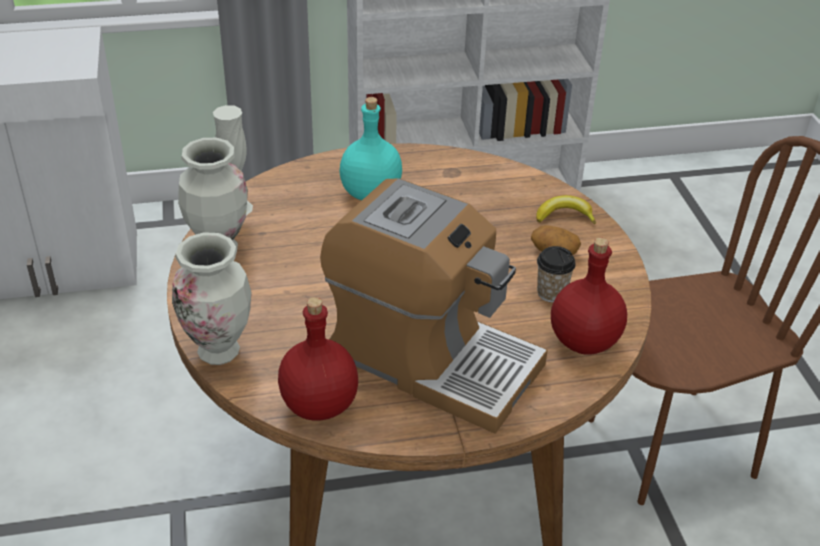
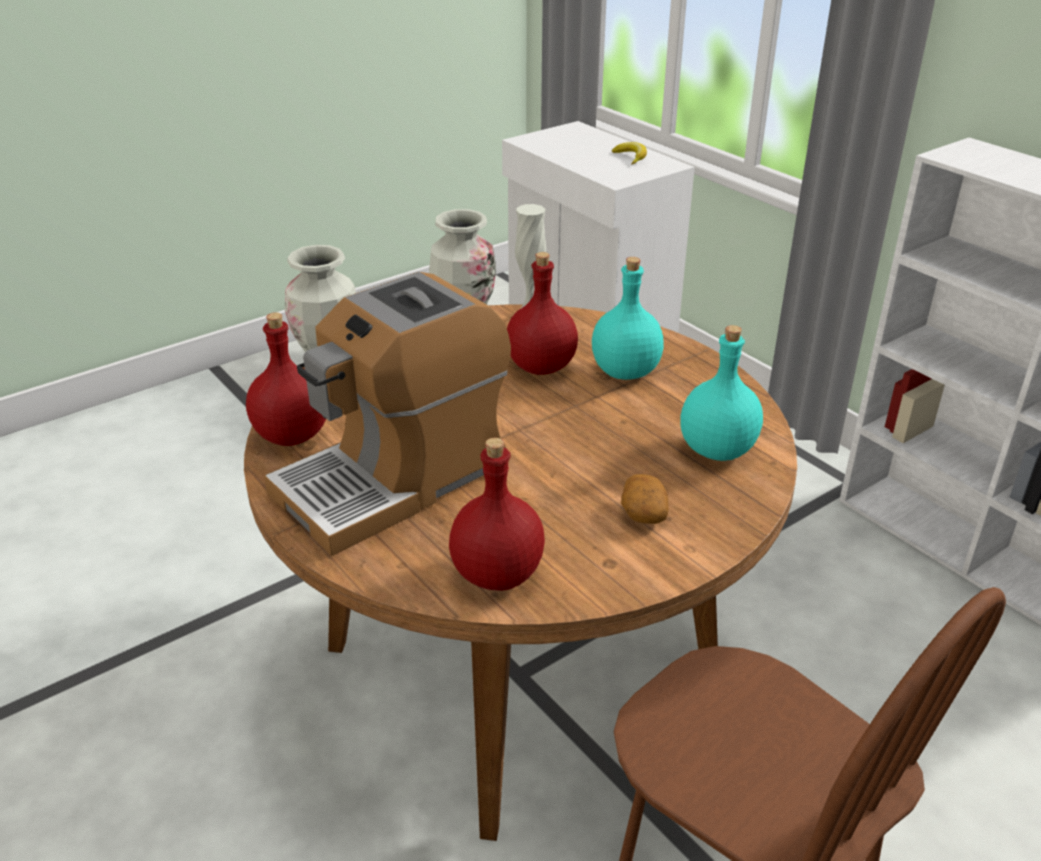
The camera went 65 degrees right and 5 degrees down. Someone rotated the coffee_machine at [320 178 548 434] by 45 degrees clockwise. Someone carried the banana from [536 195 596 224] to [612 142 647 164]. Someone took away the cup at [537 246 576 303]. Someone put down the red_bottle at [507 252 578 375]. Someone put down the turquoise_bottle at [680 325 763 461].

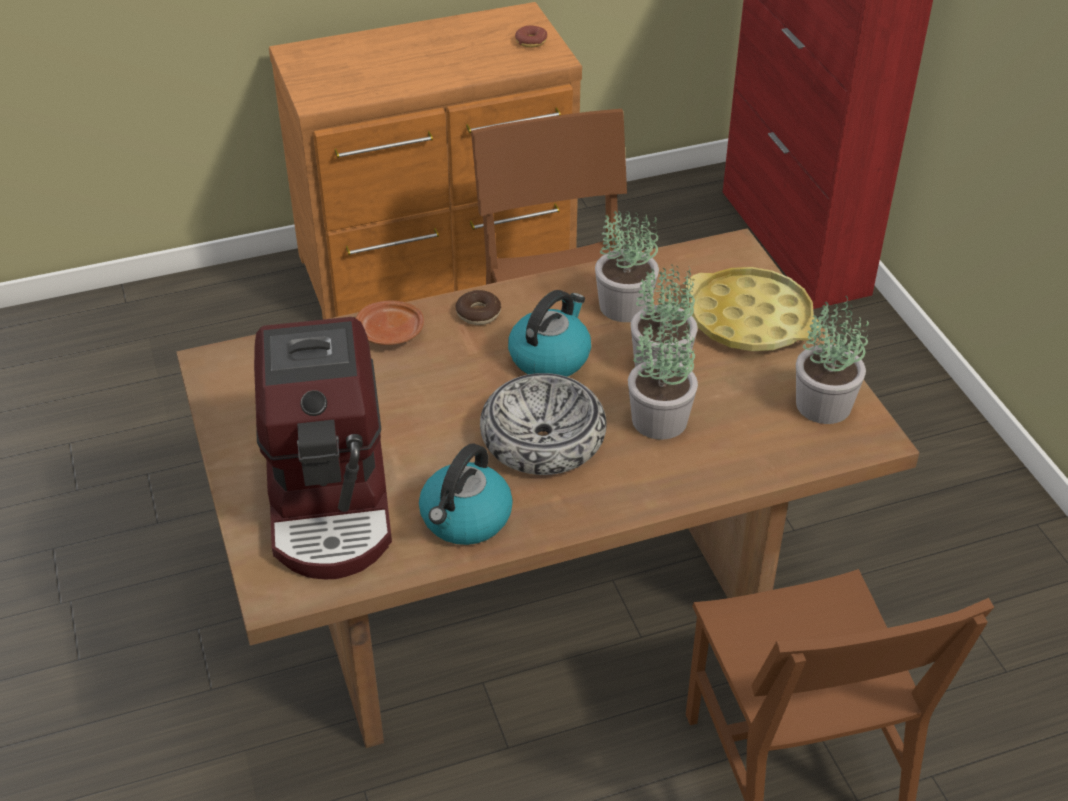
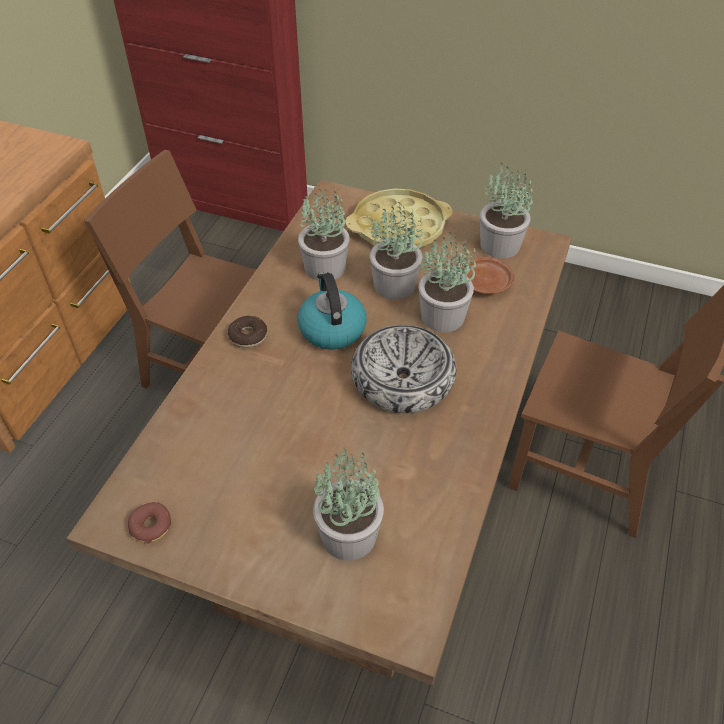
The camera went 50 degrees left and 5 degrees up. Someone swapped the coffee_machine at [254 317 392 579] for the potted_plant at [313 448 384 561]. Someone carried the brown_plate from [356 301 424 345] to [459 257 515 294]. Someone took away the kettle at [419 443 513 545]. Someone carried the donut from [515 26 547 48] to [128 502 171 544].

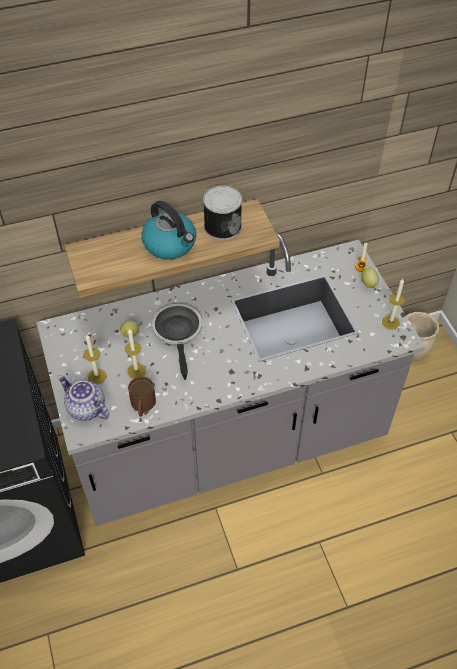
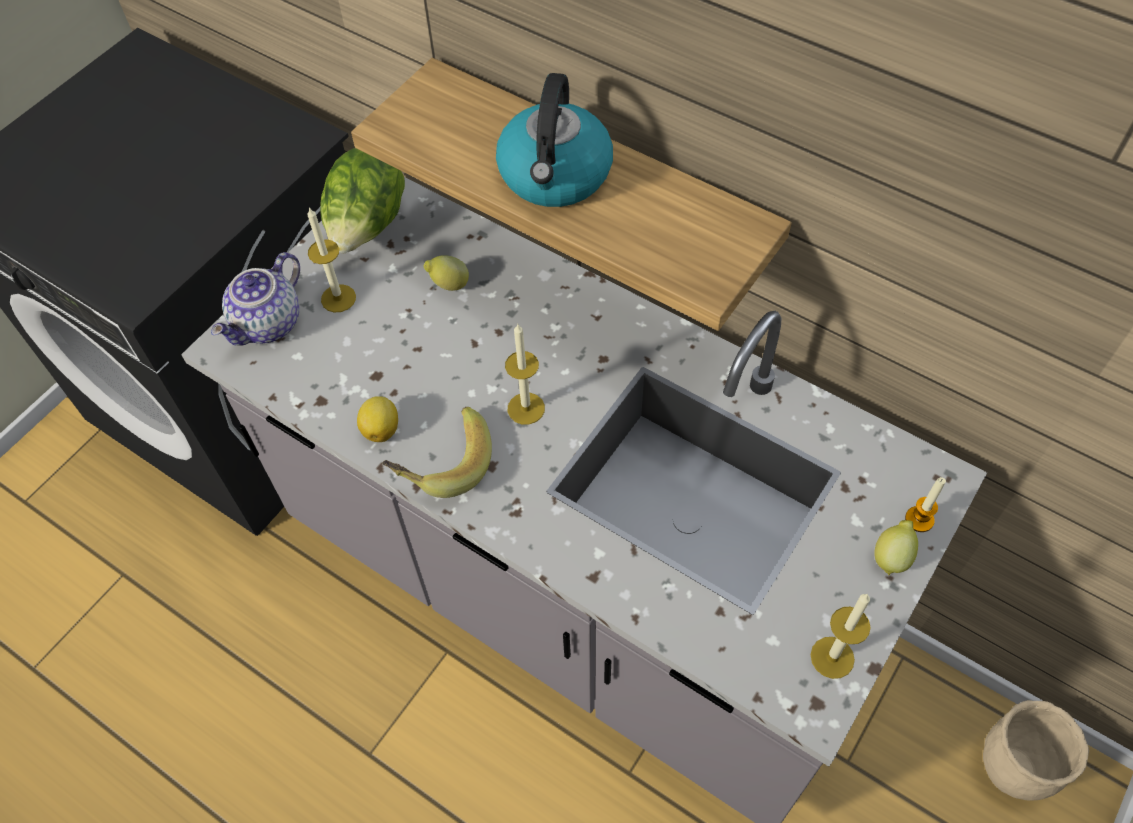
The camera went 55 degrees right and 5 degrees up. Someone rotated the teapot at [58 375 109 421] by 150 degrees counterclockwise. Someone carried the candle from [125 328 146 379] to [505 323 545 424]. Someone took away the brown_mug at [128 377 156 417]. Someone took away the frying_pan at [152 304 202 380]. Someone took away the can at [203 186 242 240]. Someone put down the lettuce at [320 148 405 253]. Someone put down the lemon at [357 396 398 442]. Someone put down the banana at [382 407 492 498].

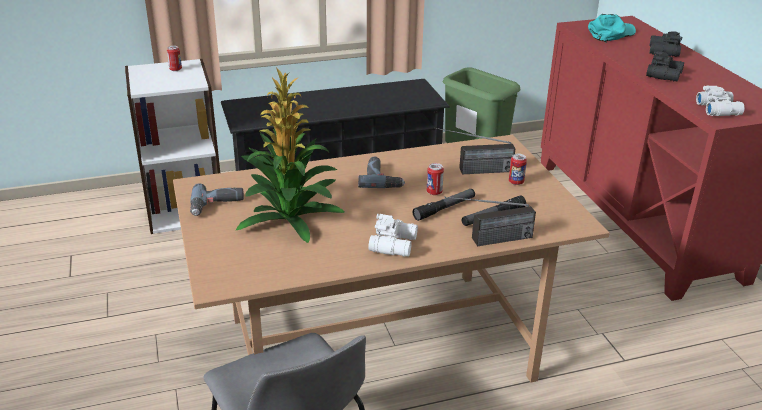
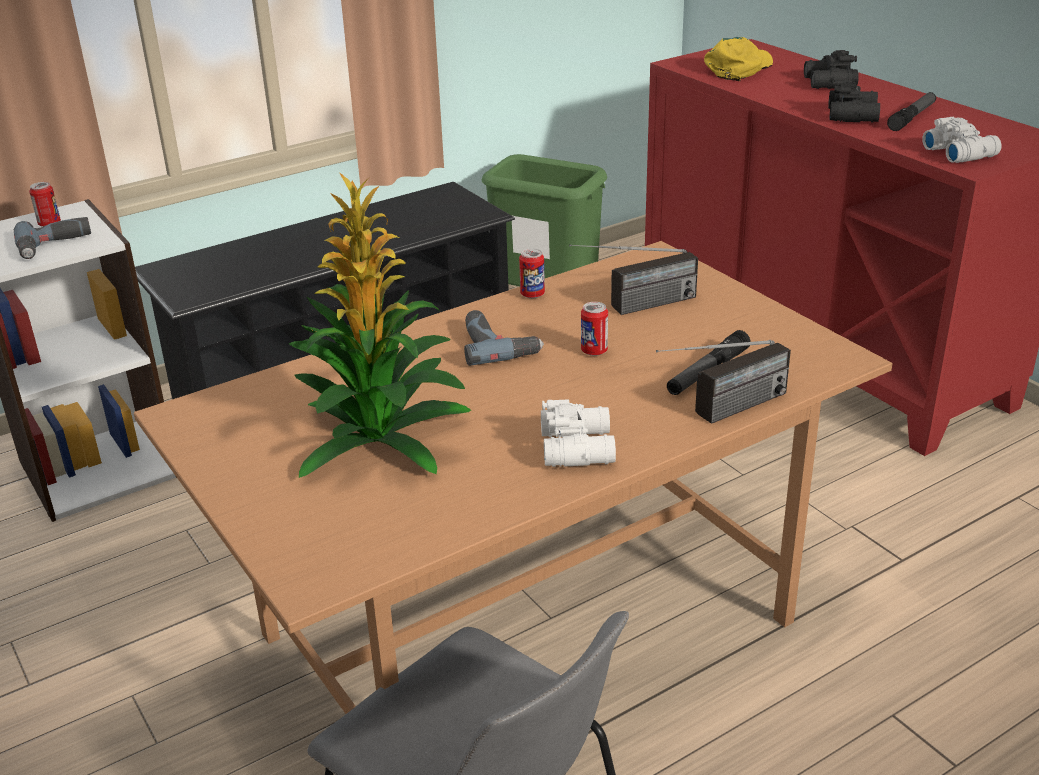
The camera went 15 degrees left and 0 degrees up. Someone carried the power_drill from [190 183 244 216] to [14 217 91 259]. Someone carried the flashlight from [413 189 475 221] to [887 92 936 131]. Someone carried the can from [509 154 527 185] to [519 249 545 299]. Someone repainted the turquoise_cap at [588 14 636 42], which became the yellow_cap at [704 37 773 81].

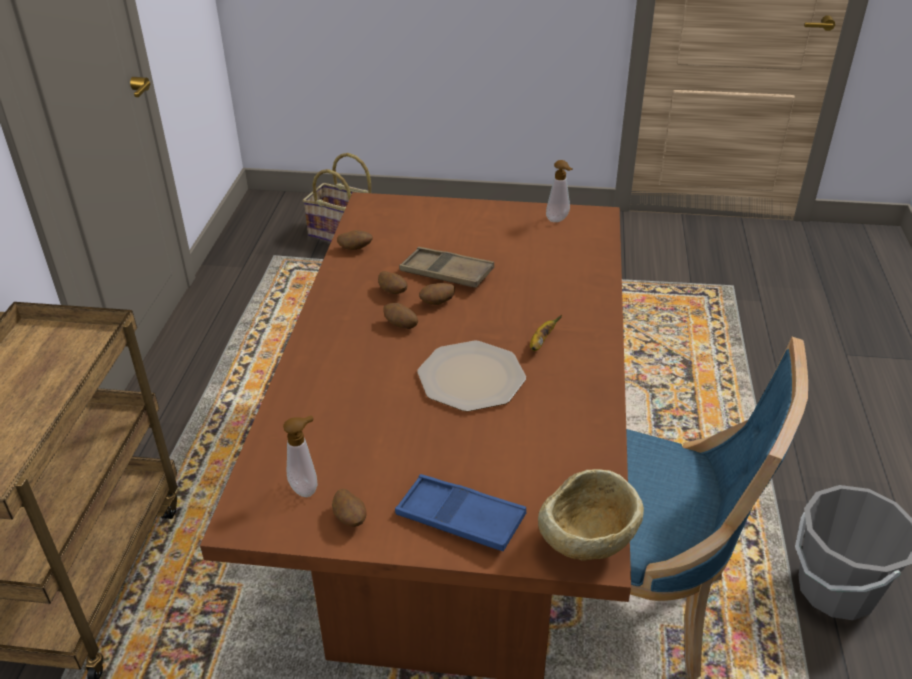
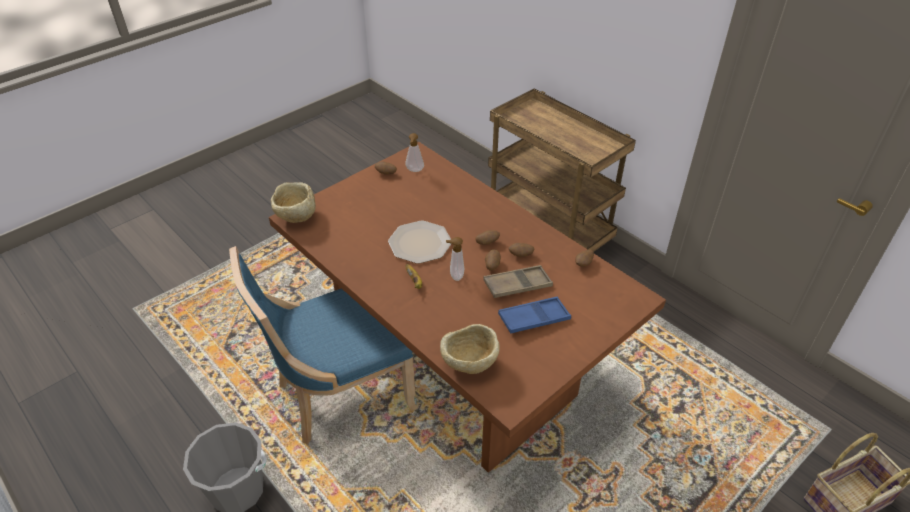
The camera went 130 degrees right and 5 degrees up. Someone carried the blue_tray from [395 474 526 551] to [498 297 571 333]. Someone carried the soap_dispenser from [546 160 573 222] to [446 237 464 281]. Someone put down the beige_bowl at [440 324 500 374].

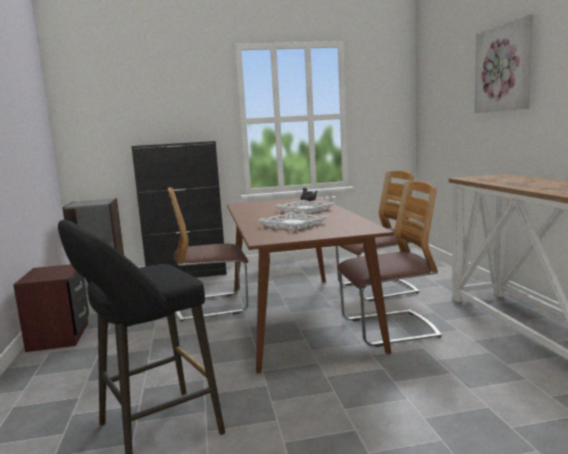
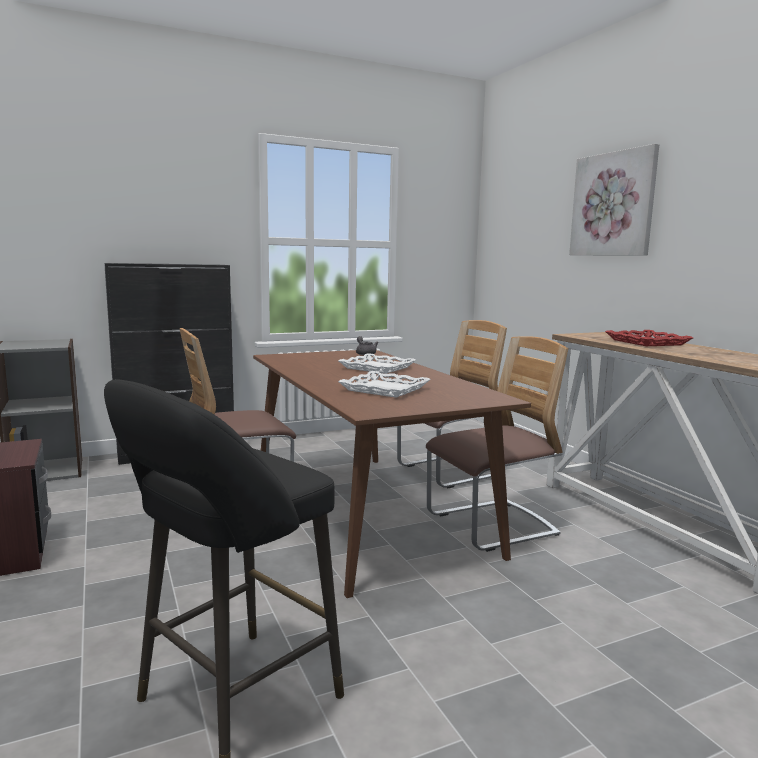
The camera went 15 degrees left and 0 degrees up. Someone put down the red_tray at [605 330 693 346].

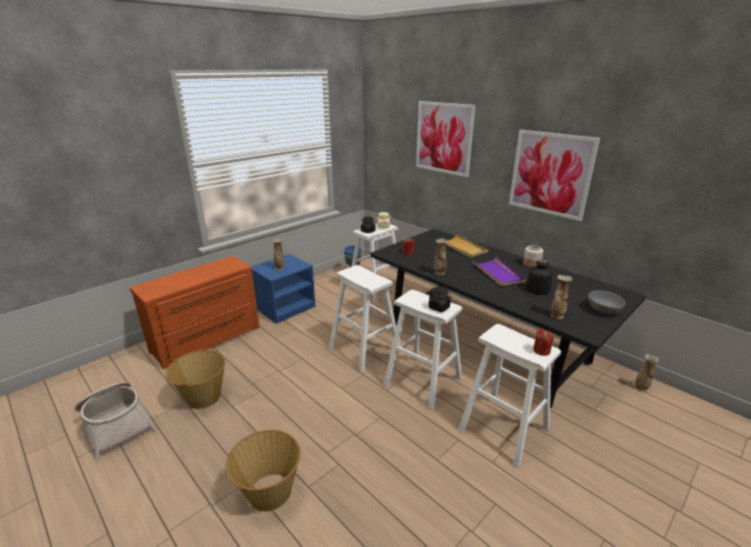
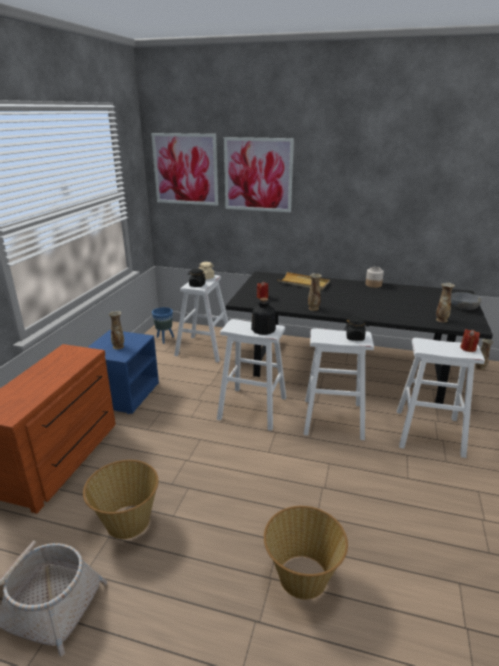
The camera went 30 degrees left and 0 degrees up. Someone took away the purple_tray at [472 257 526 286]. Someone carried the picture from [509 130 600 221] to [151 133 218 206]. Someone carried the bottle from [526 259 553 295] to [251 298 276 335].

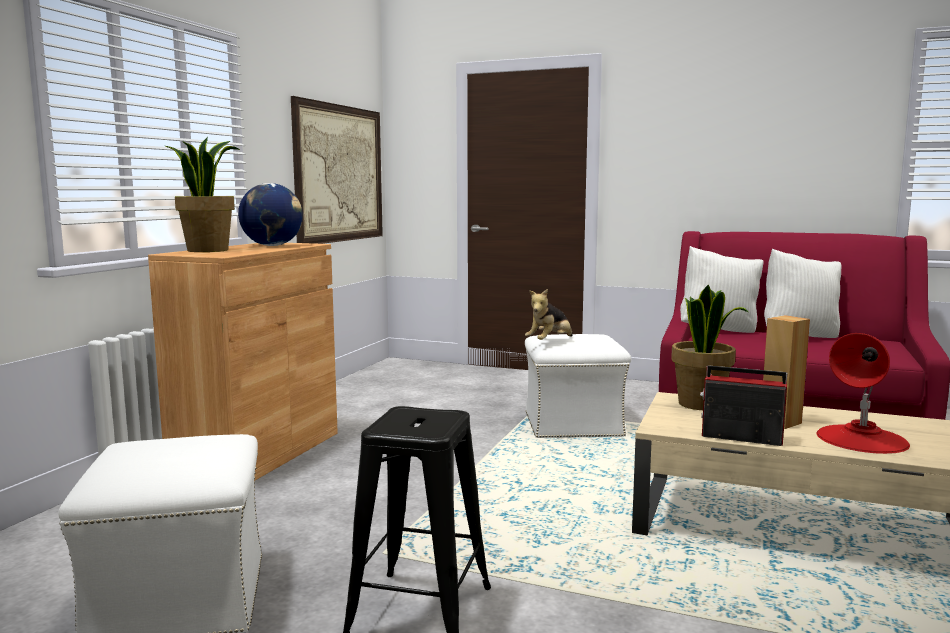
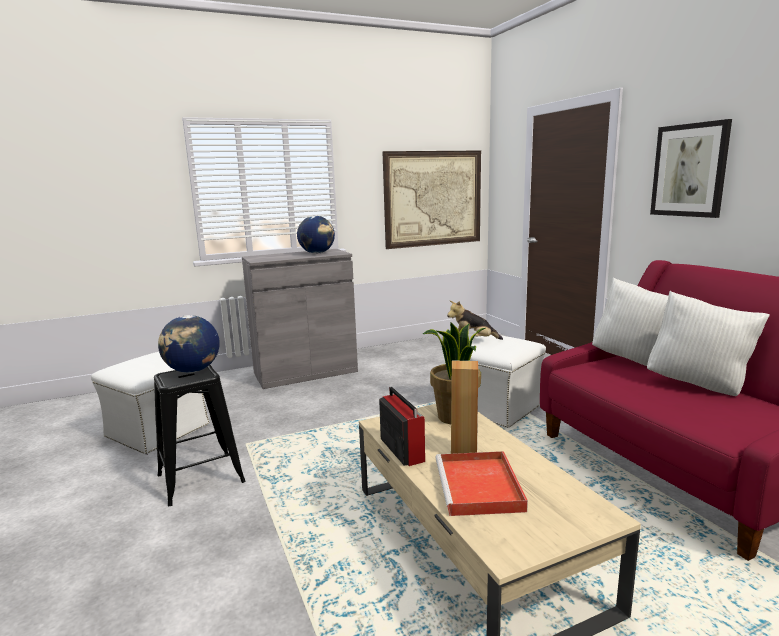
The camera went 45 degrees right and 5 degrees up. Someone repainted the brown_cabinet at [148 243 338 481], which became the grey_cabinet at [242 249 358 389]. Someone took away the potted_plant at [166 137 240 252]. Someone swapped the red_table_lamp at [816 333 910 454] for the red_tray at [435 451 528 516]. Someone put down the globe at [158 315 220 373]. Someone put up the picture at [650 119 732 218].

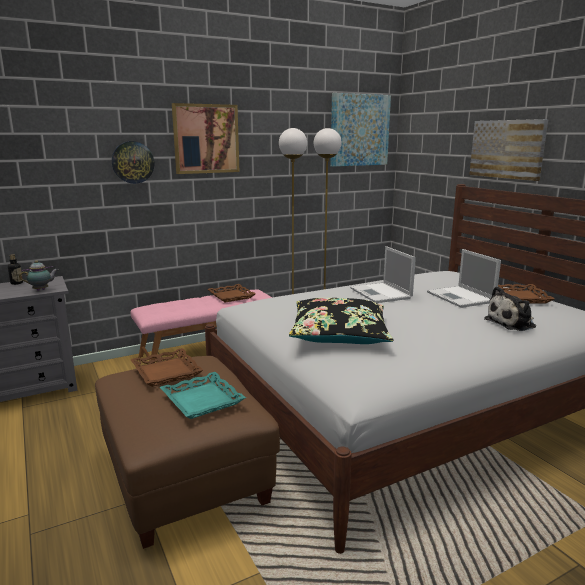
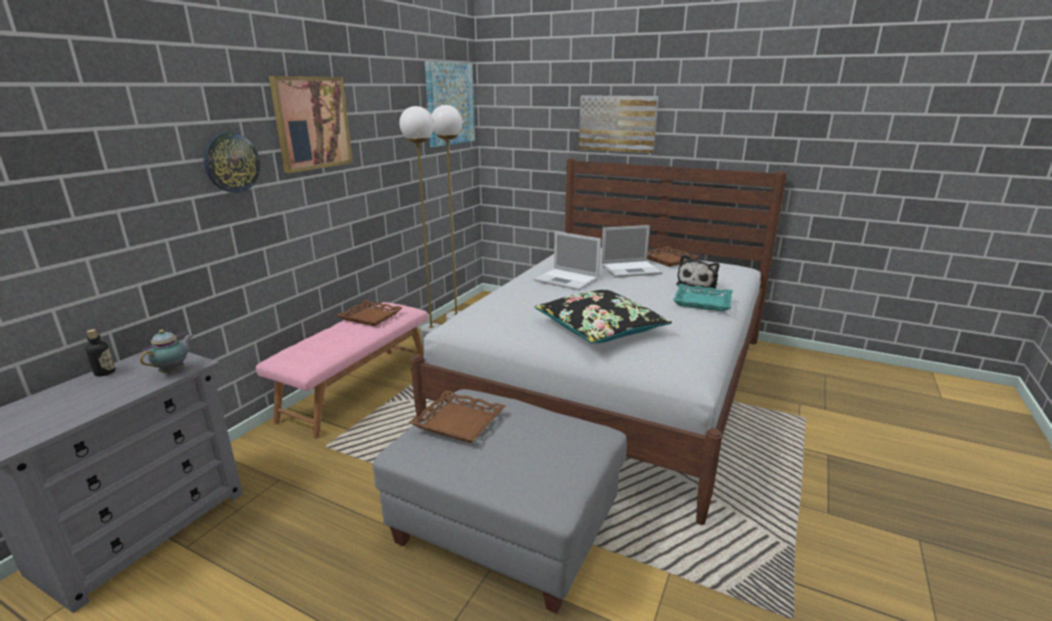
The camera went 35 degrees left and 5 degrees up. Someone repainted the brown_ottoman at [95 356 280 549], which became the grey_ottoman at [372 389 627 613]. Someone carried the turquoise_tray from [160 372 246 419] to [673 284 733 312]. Someone rotated the laptop at [427 249 501 308] by 45 degrees counterclockwise.

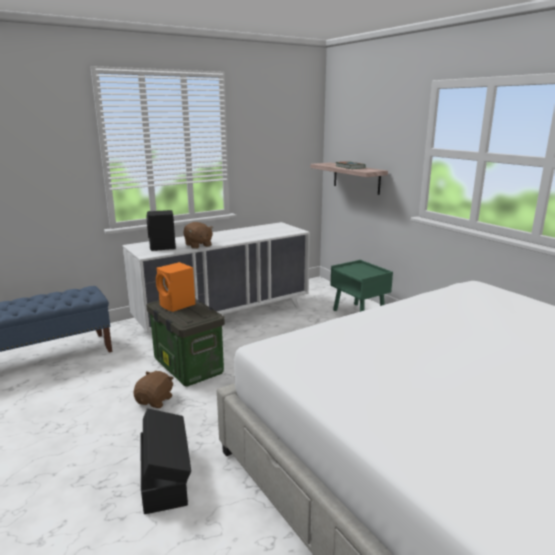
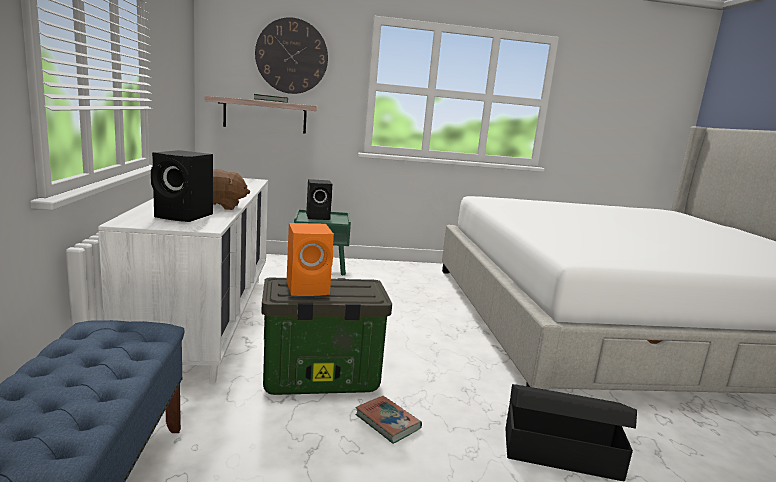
The camera went 65 degrees left and 5 degrees down. Someone swapped the brown_plush_toy at [133 371 173 408] for the book at [355 396 422 444]. Someone put up the wall_clock at [255 17 328 94]. Someone put down the black_speaker at [306 179 332 220].

